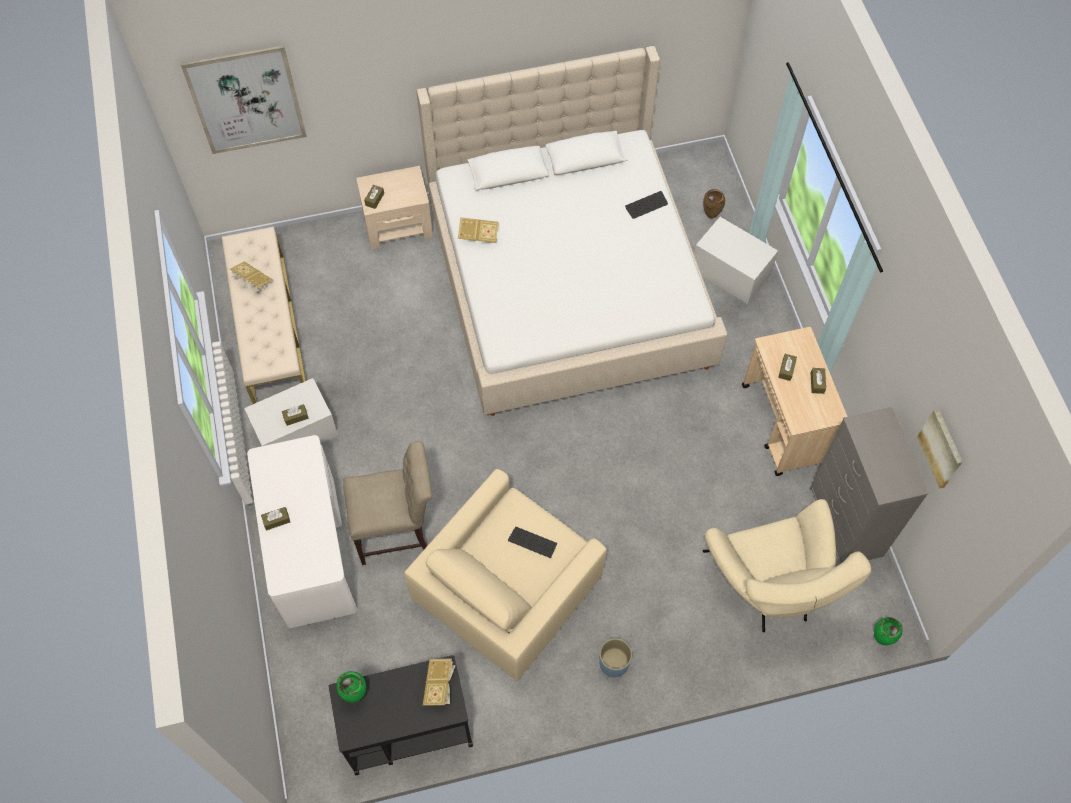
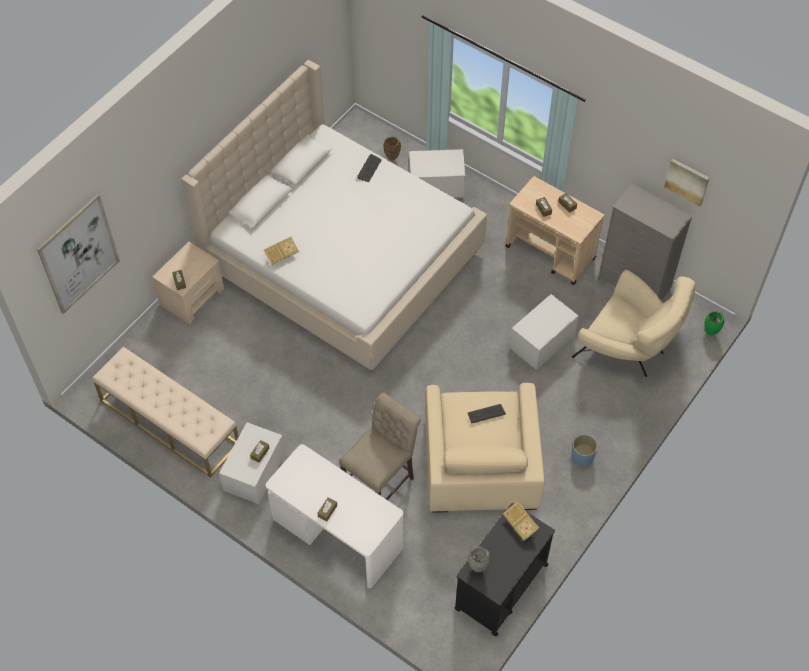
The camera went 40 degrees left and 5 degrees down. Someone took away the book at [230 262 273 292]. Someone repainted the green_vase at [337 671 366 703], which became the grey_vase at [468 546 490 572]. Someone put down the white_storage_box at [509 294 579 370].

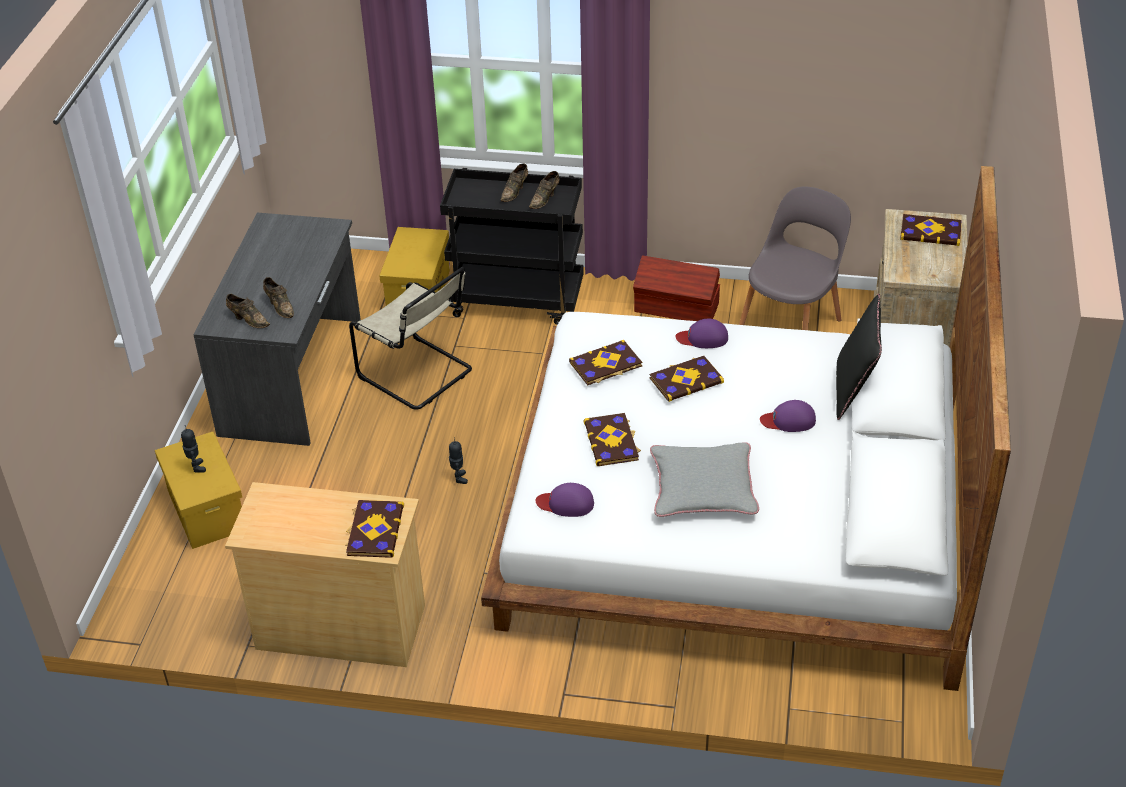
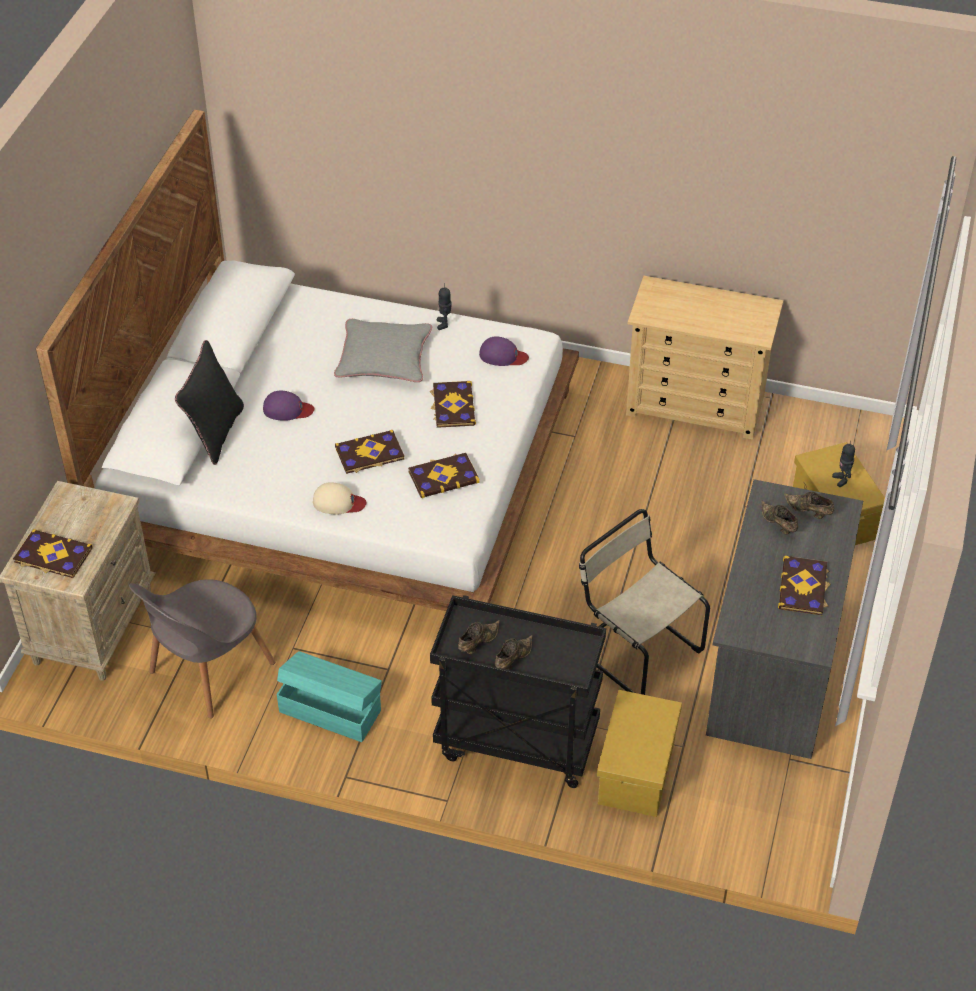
The camera went 175 degrees left and 5 degrees up. Someone carried the book from [345 500 404 558] to [778 556 830 615]. Someone carried the toy_robot from [449 438 468 484] to [437 287 452 330]. Someone repainted the brown_storage_box at [633 256 720 321], which became the turquoise_storage_box at [276 651 382 742]. Someone repainted the purple_cap at [675 319 728 348], which became the beige_cap at [313 482 367 514].

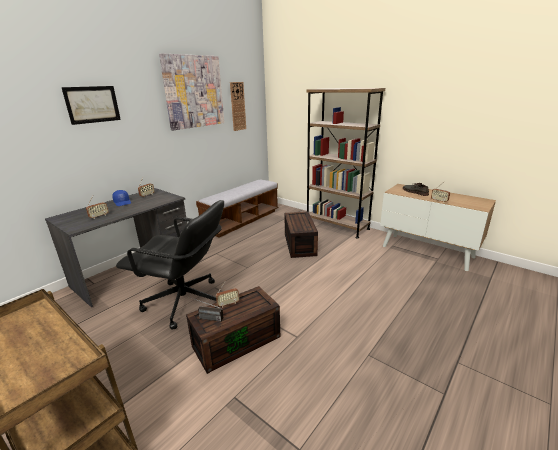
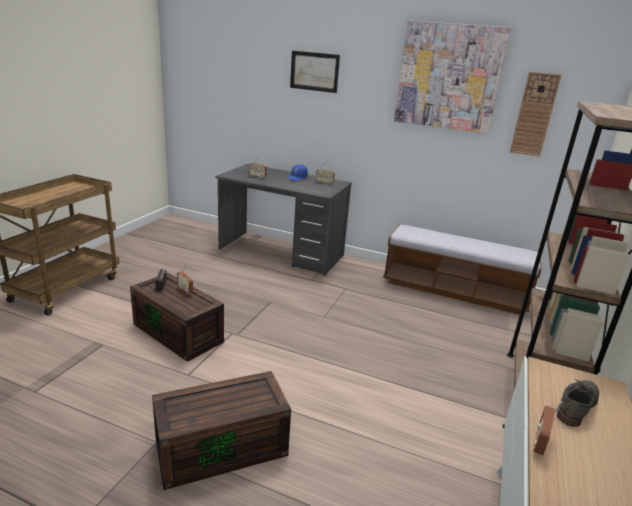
The camera went 70 degrees right and 0 degrees up. Someone took away the black_office_chair at [116 200 224 329]. Someone carried the brown_storage_box from [284 212 318 258] to [152 371 291 490].

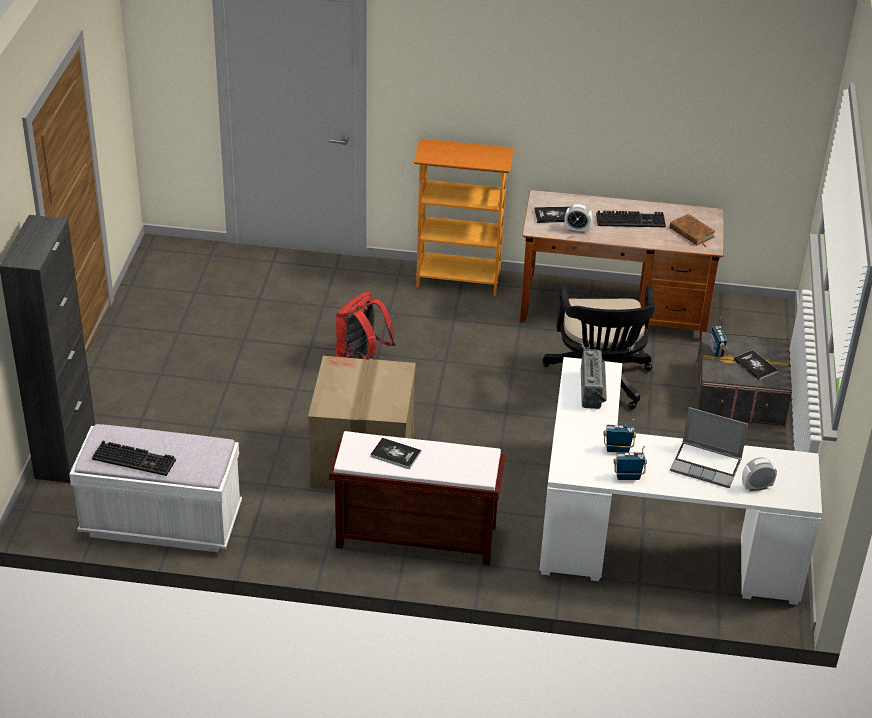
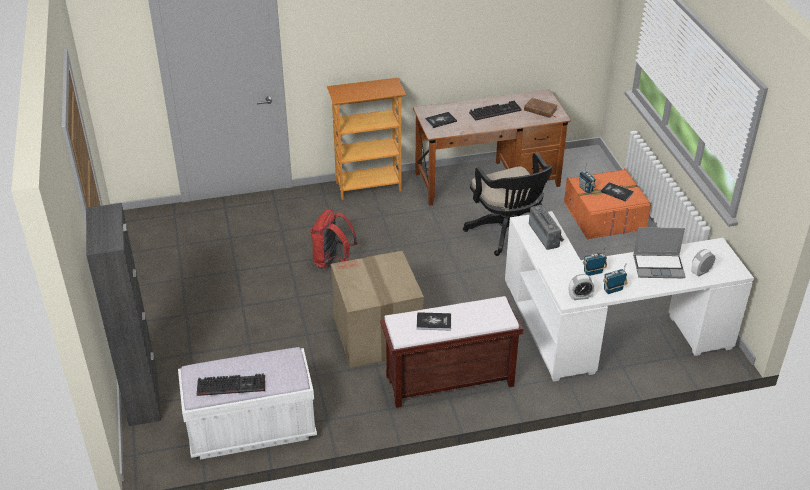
The camera went 20 degrees left and 0 degrees up. Someone carried the alarm_clock from [564 204 592 234] to [569 274 595 300]. Someone repainted the grey_storage_box at [697 330 792 426], which became the orange_storage_box at [564 168 651 239].

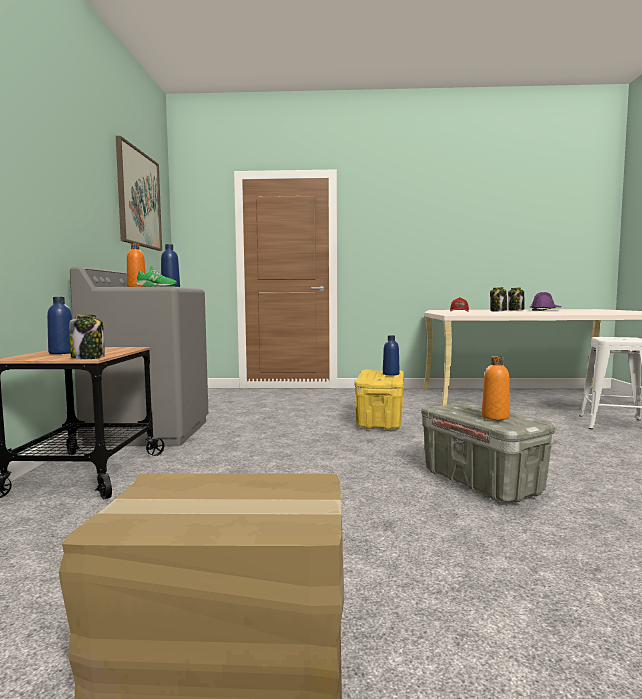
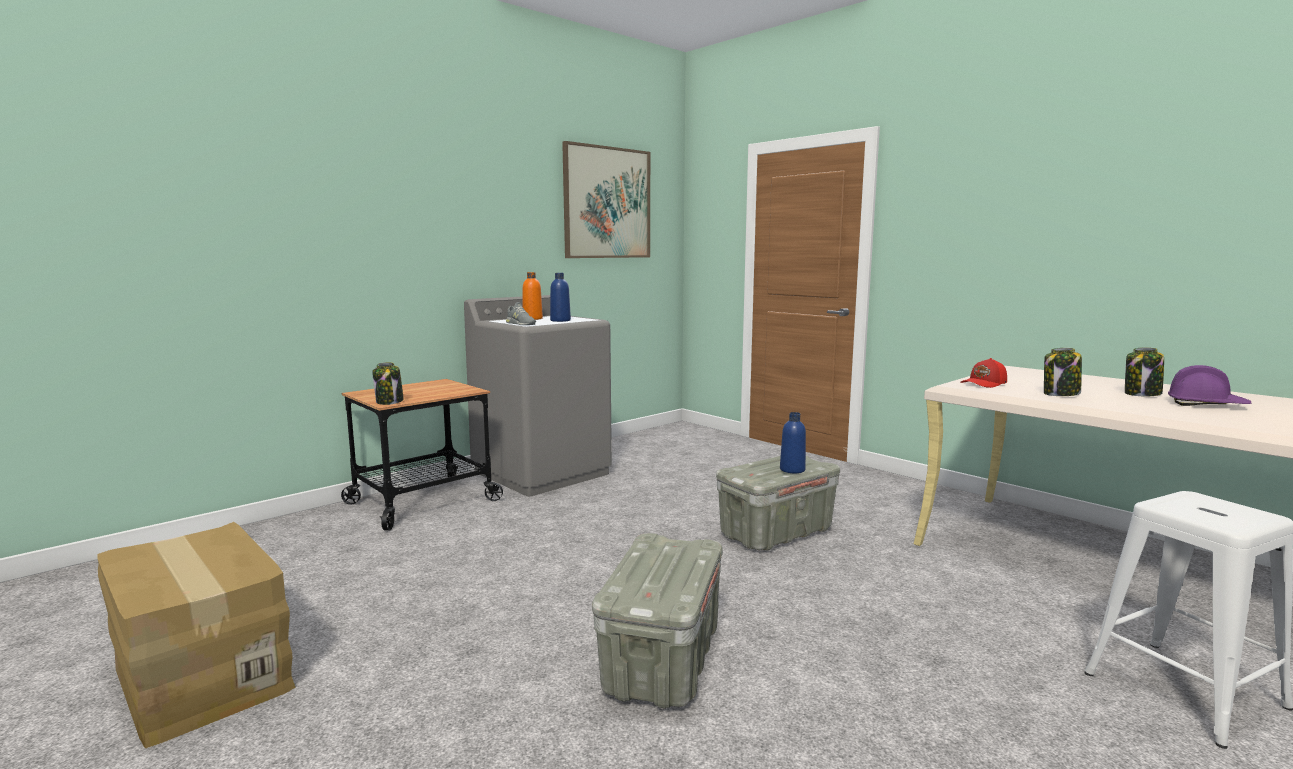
The camera went 45 degrees right and 5 degrees up. Someone took away the blue_bottle at [47 297 73 354]. Someone repainted the green_shoe at [135 266 177 287], which became the grey_shoe at [506 302 536 325]. Someone repainted the yellow_storage_box at [355 370 404 430], which became the grey_storage_box at [716 456 840 550]. Someone took away the orange_bottle at [482 356 510 420].

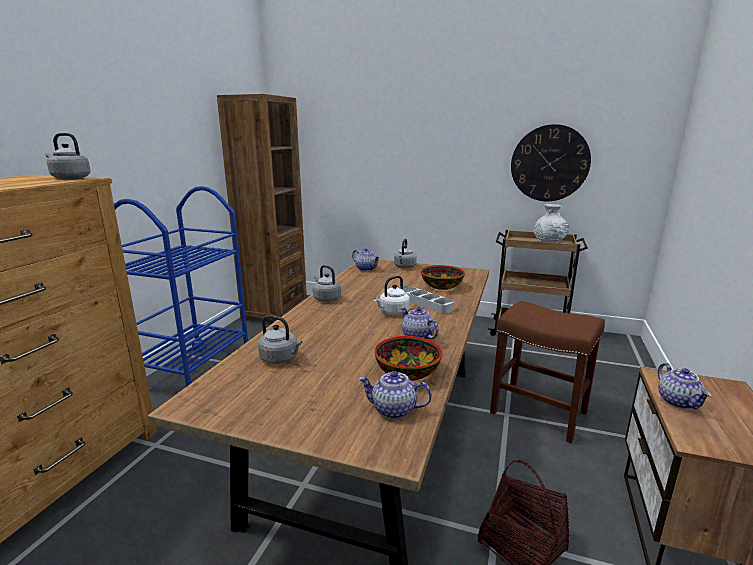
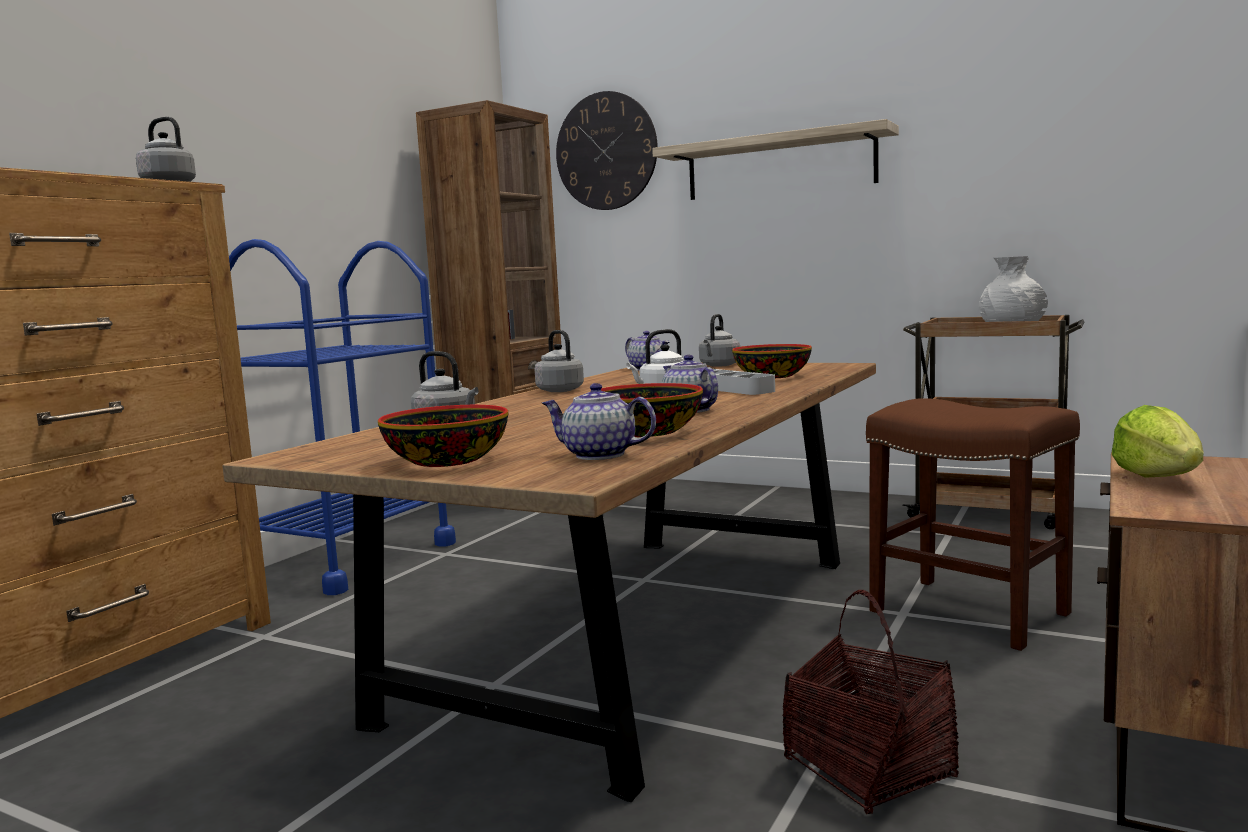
The camera went 10 degrees right and 10 degrees down. Someone carried the wall_clock from [511 124 591 201] to [556 91 658 210]. Someone swapped the teapot at [657 363 712 409] for the lettuce at [1112 405 1203 478]. Someone put down the bowl at [378 405 508 467]. Someone put up the shelf at [652 119 899 200].

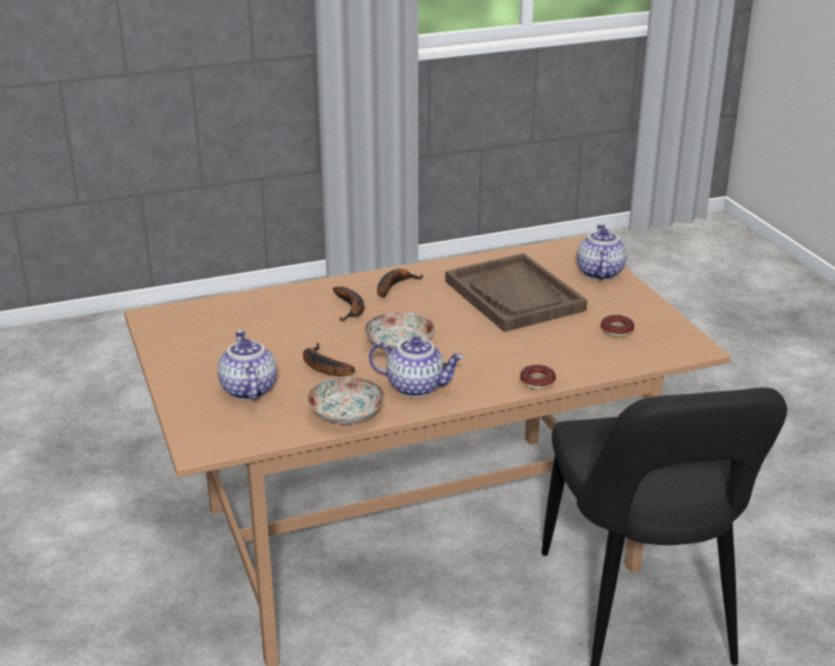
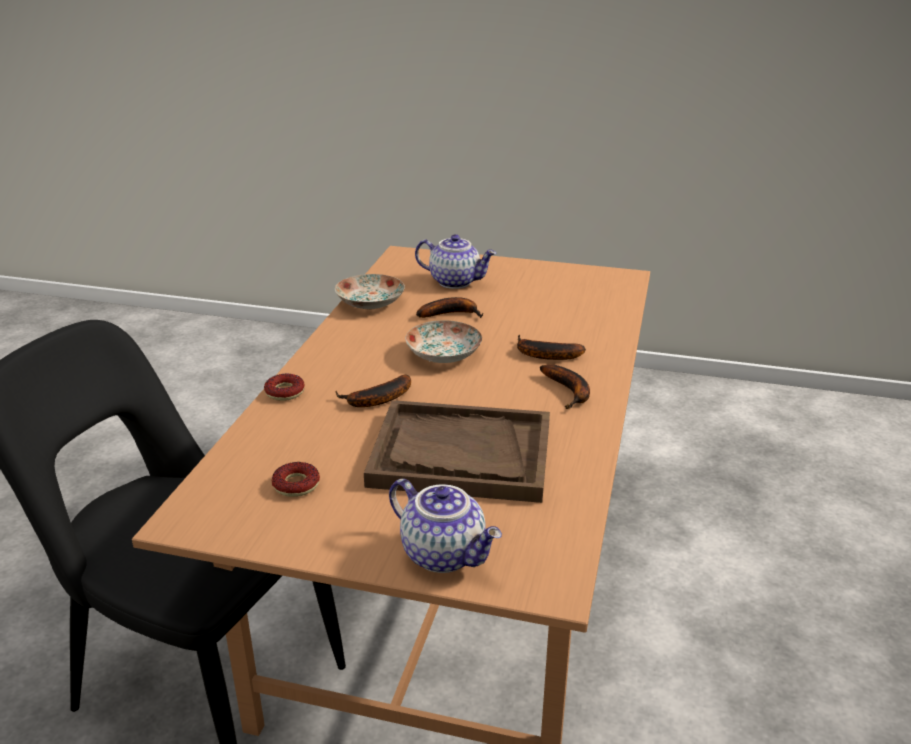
The camera went 125 degrees right and 0 degrees up. Someone took away the teapot at [369 337 464 397]. Someone put down the banana at [336 375 411 407].

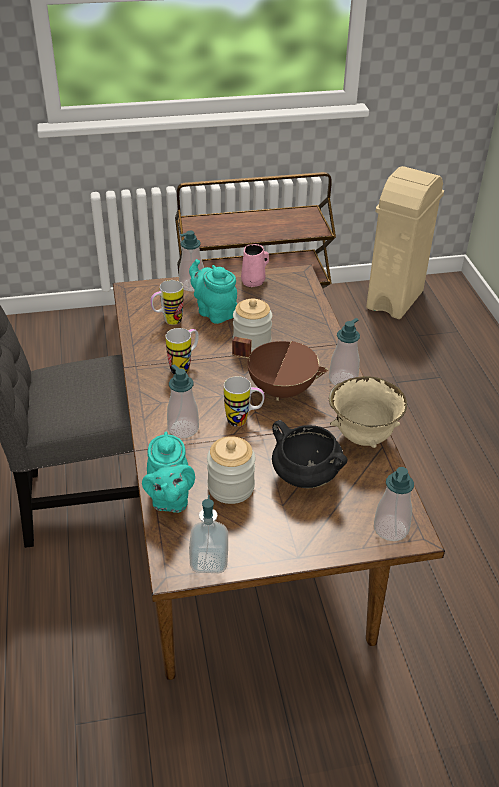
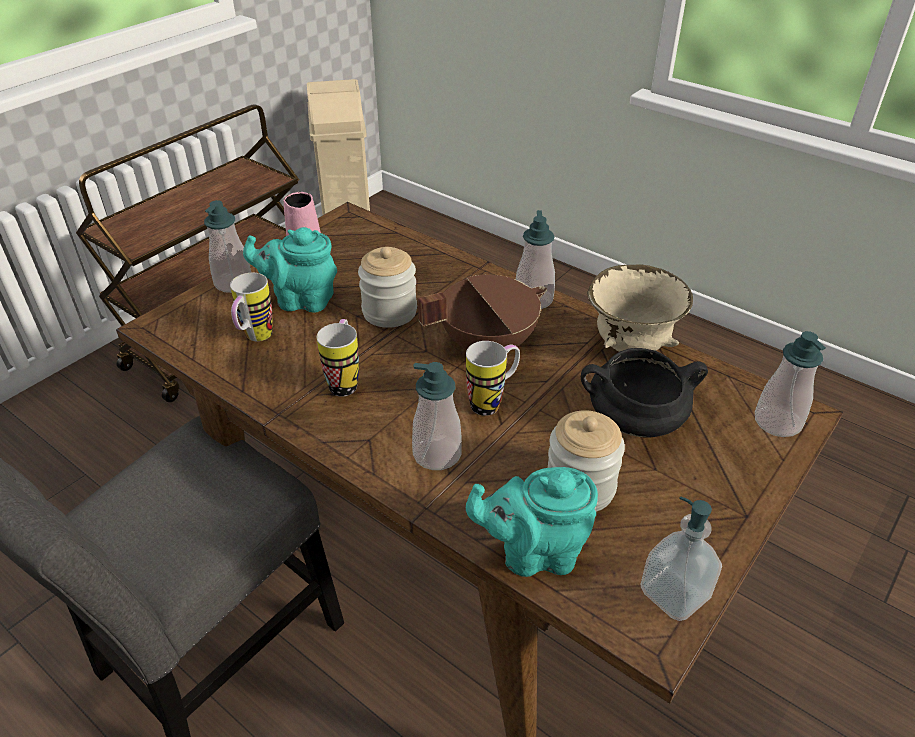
The camera went 40 degrees left and 0 degrees up. Someone rotated the turquoise_teapot at [142 431 195 513] by 135 degrees clockwise.

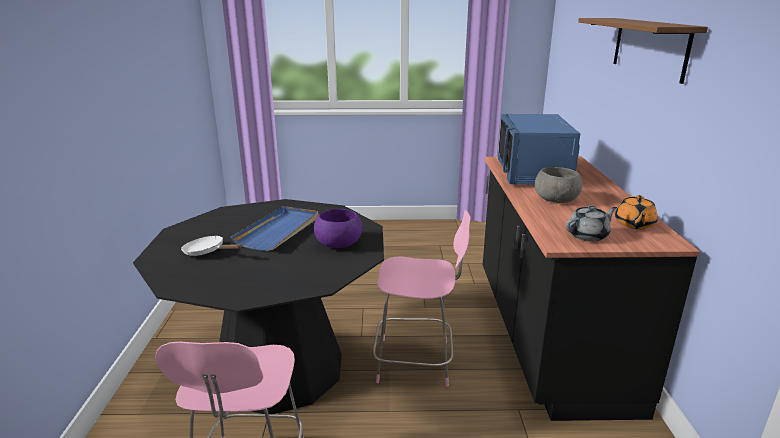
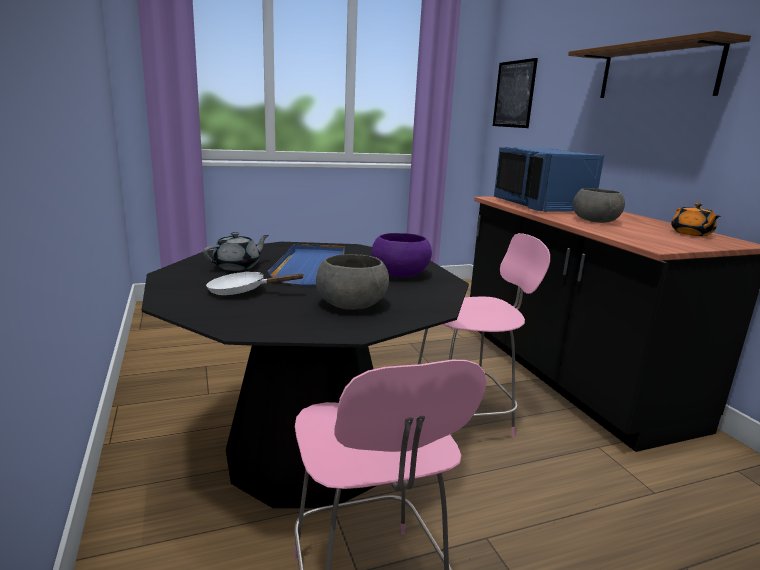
The camera went 20 degrees left and 5 degrees down. Someone carried the grey_teapot from [566 206 617 242] to [203 232 269 271]. Someone put down the grey_bowl at [316 254 389 310]. Someone put up the picture at [493 58 538 128].

